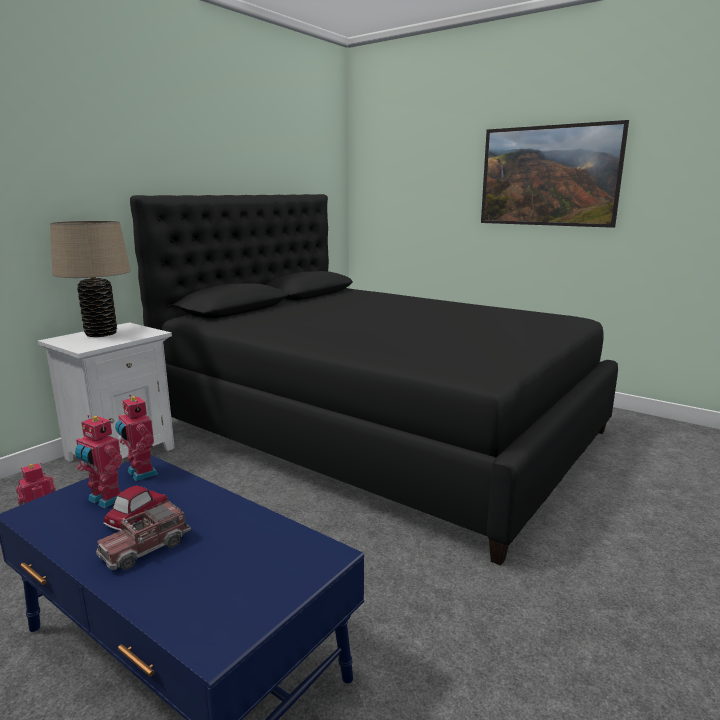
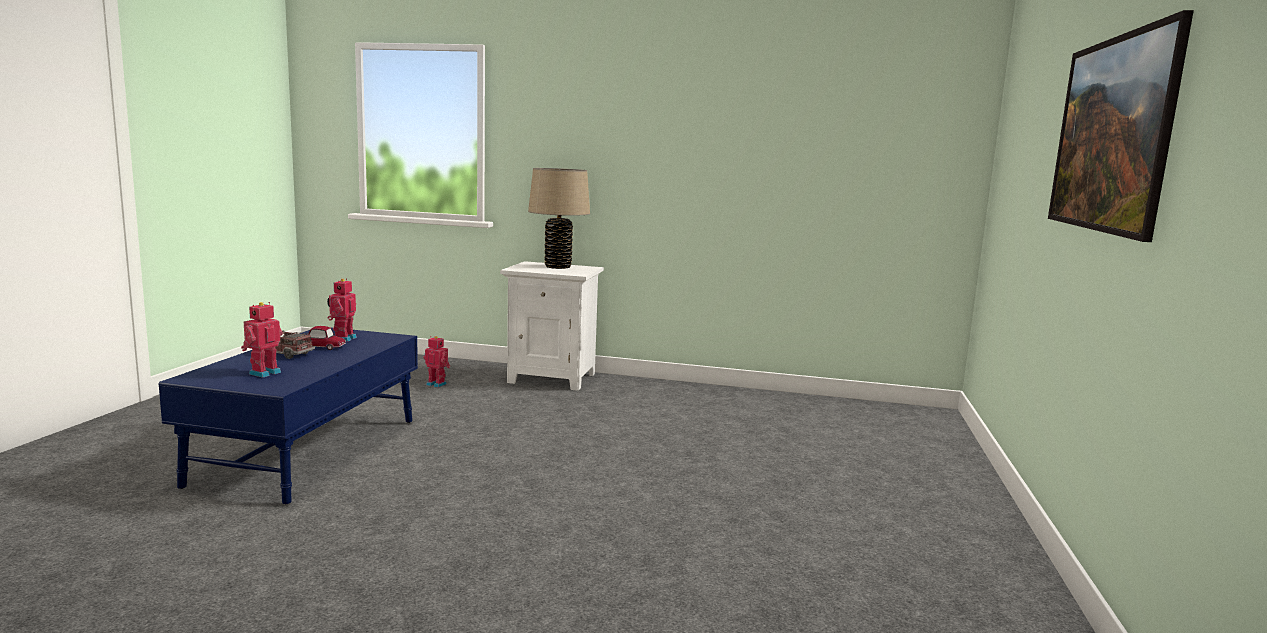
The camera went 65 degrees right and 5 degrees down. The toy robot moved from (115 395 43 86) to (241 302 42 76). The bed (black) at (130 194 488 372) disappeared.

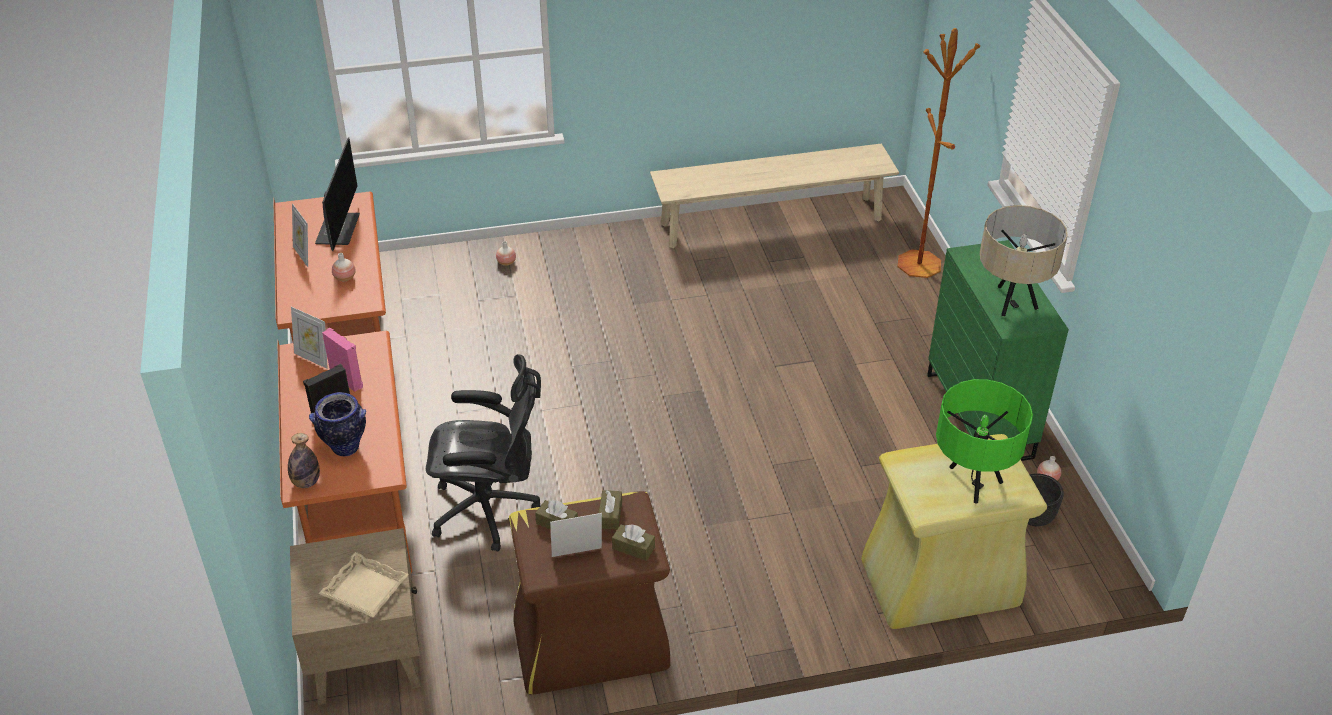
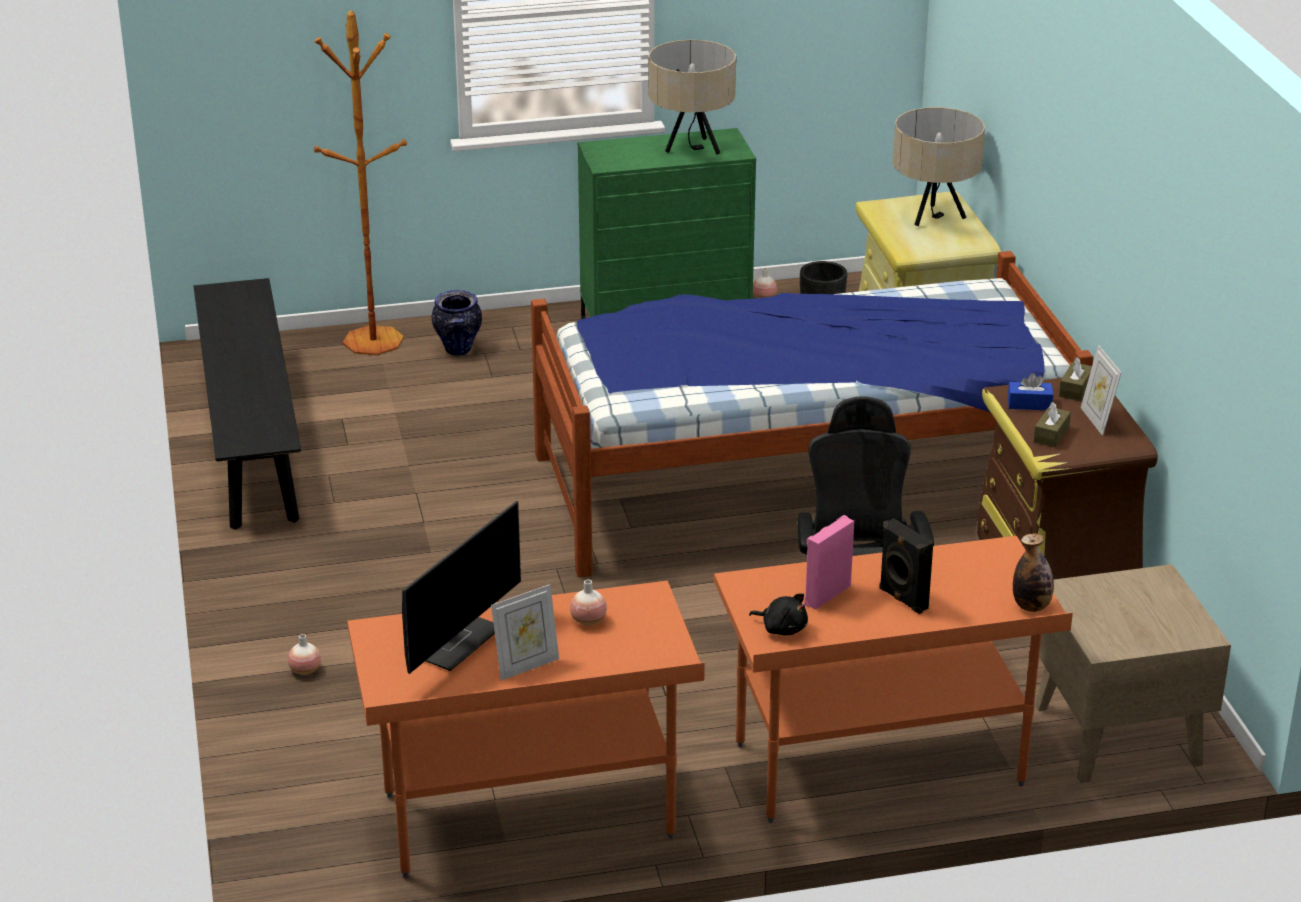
The camera went 90 degrees left and 10 degrees down. The bench (beige) at (650 144 249 104) became the bench (black) at (194 278 107 252). The monitor at (315 137 45 114) turned 120 degrees clockwise. The vase moved from (309 392 57 64) to (432 290 50 66). The bed at (531 251 562 327) appeared. The picture frame at (291 307 37 62) was replaced by the plush toy (black) at (749 593 59 42). The table lamp (green) at (936 379 97 124) became the table lamp (beige) at (893 107 92 119). The tissue box (brown) at (599 490 23 39) became the tissue box (blue) at (1008 373 45 37). The tray (beige) at (319 552 90 65) disappeared.

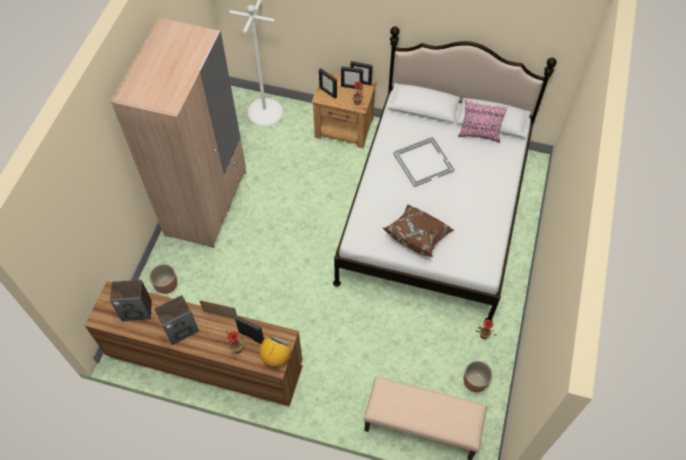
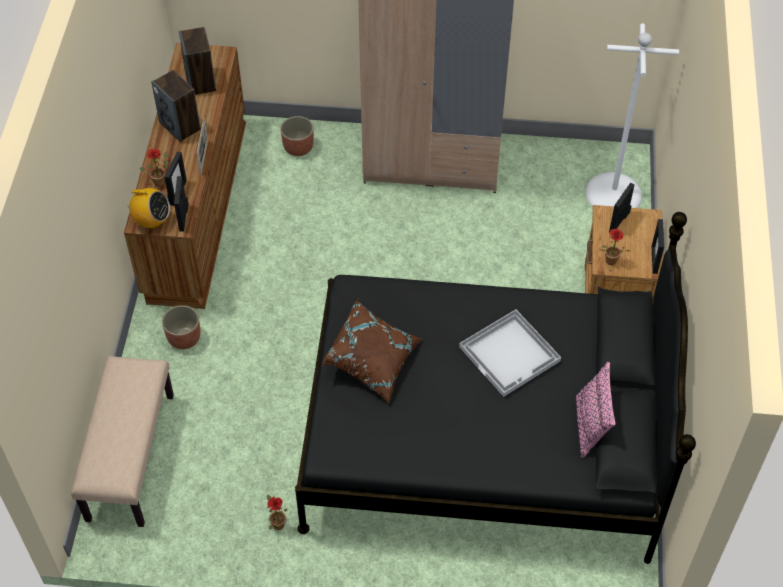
The camera went 80 degrees right and 5 degrees down. The planter moved from (464 361 28 31) to (162 305 38 44). The picture frame moved from (341 66 22 23) to (174 176 15 56). The bed (white) at (333 27 224 295) became the bed (black) at (295 212 401 352).

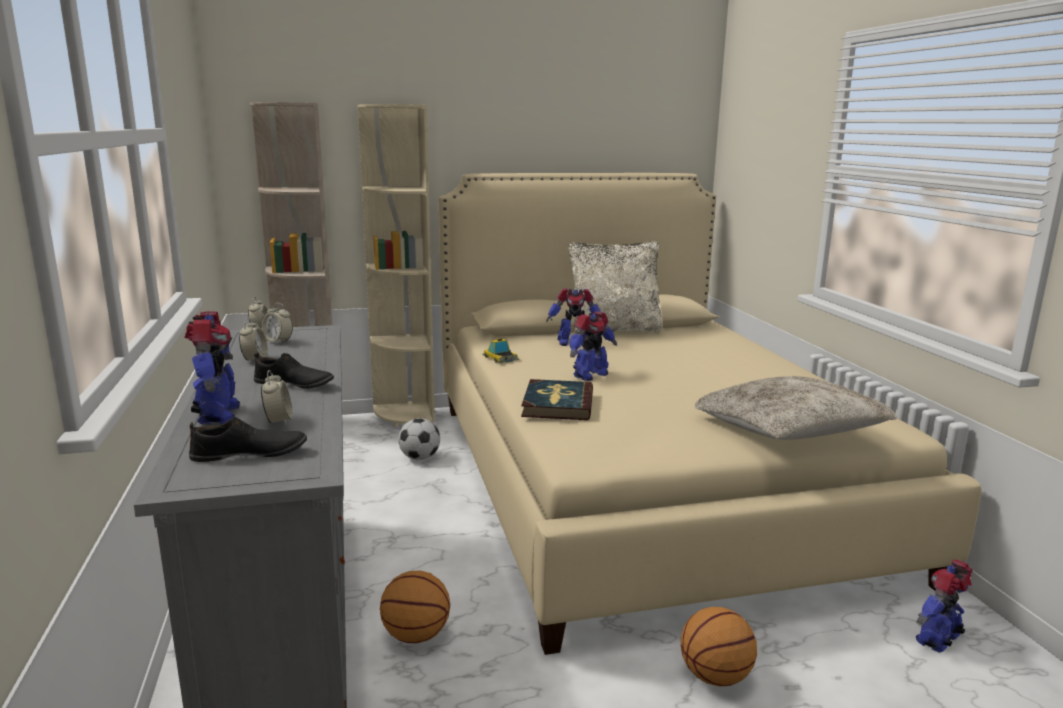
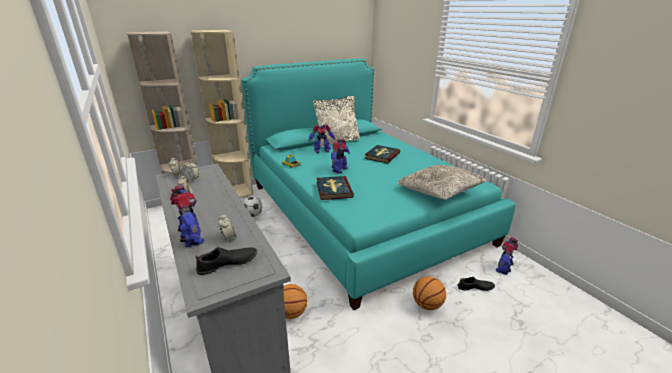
The camera went 15 degrees left and 10 degrees up. The bed (beige) at (439 173 543 482) became the bed (turquoise) at (241 58 275 252). The book at (364 145 36 19) appeared. The shoe (black) moved from (254 353 80 36) to (457 277 38 14).

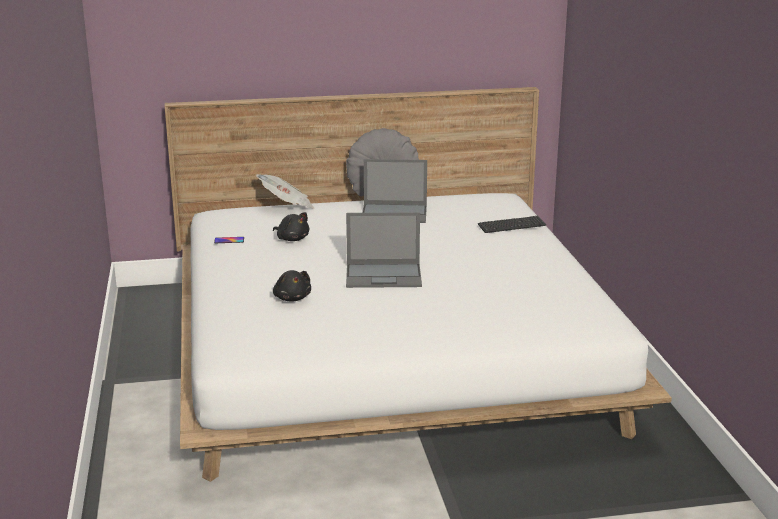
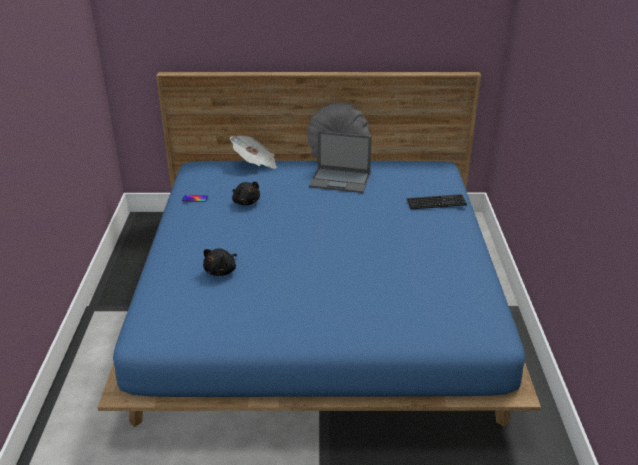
The camera went 10 degrees right and 10 degrees up. The bed (white) at (165 87 507 395) became the bed (blue) at (97 72 444 355). The plush toy (black) at (273 270 38 32) turned 45 degrees clockwise. The laptop at (346 212 76 76) disappeared.

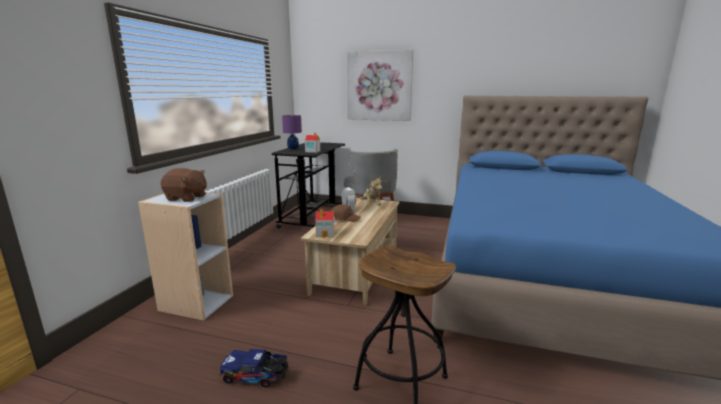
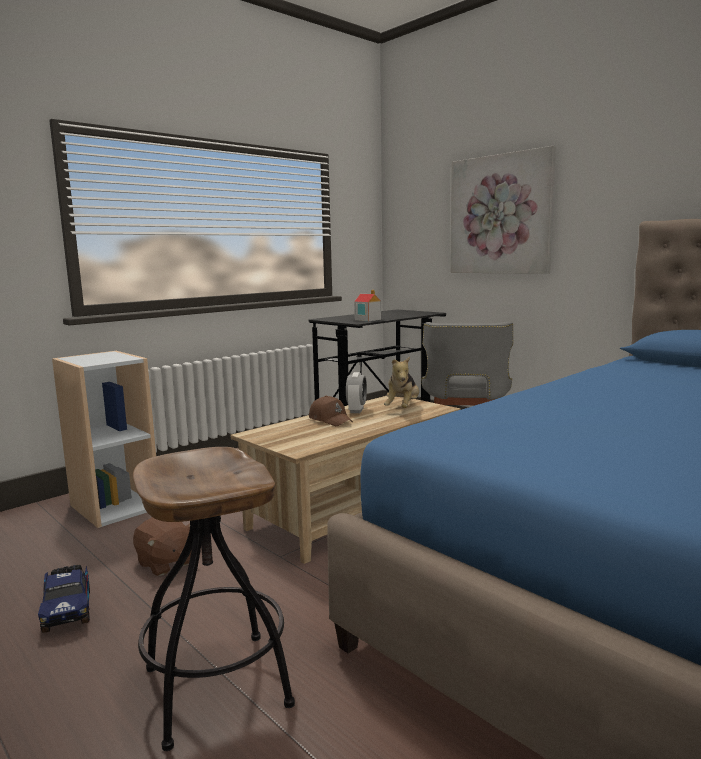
The camera went 30 degrees right and 5 degrees down. The toy truck at (220 349 68 39) turned 150 degrees counterclockwise. The plush toy (brown) moved from (161 168 46 34) to (133 517 58 59). The table lamp (purple) at (282 115 20 34) disappeared. The toy house at (315 209 20 29) disappeared.

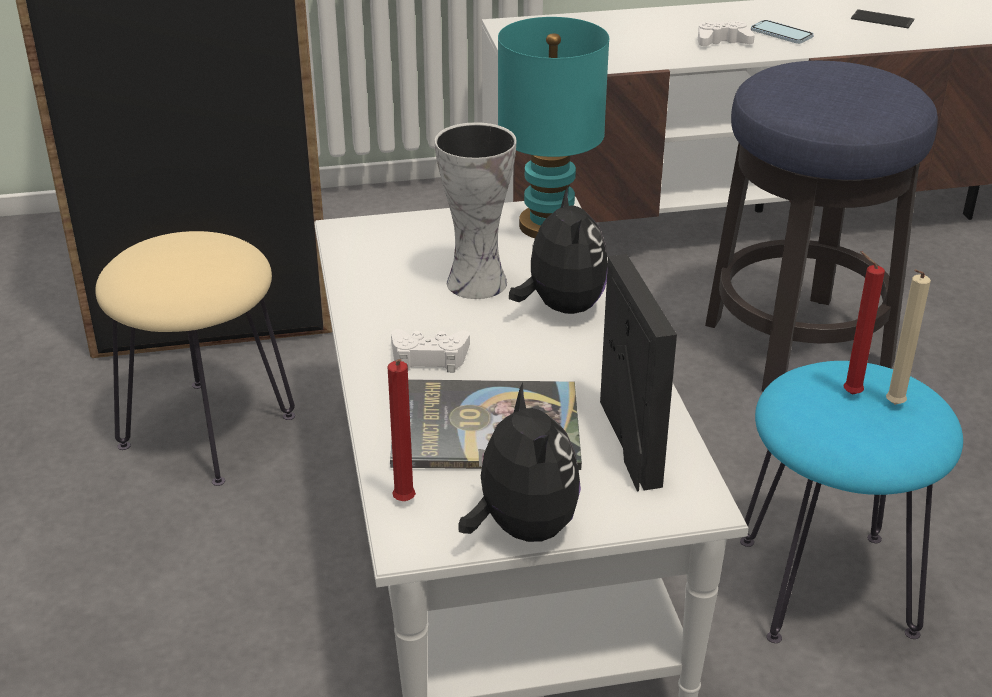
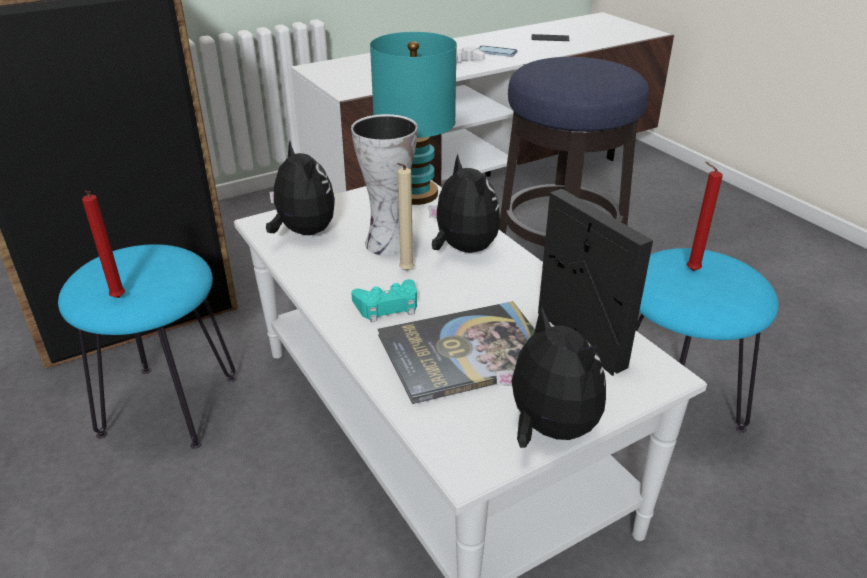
The camera went 20 degrees left and 0 degrees up. The stool (beige) at (95 231 200 255) became the stool (turquoise) at (58 244 179 205). The candle (red) moved from (387 359 29 142) to (82 191 43 107). The plush toy at (266 141 69 94) appeared. The game controller (white) at (391 329 79 43) became the game controller (turquoise) at (351 279 66 43). The candle (beige) moved from (886 269 45 136) to (397 163 17 108).

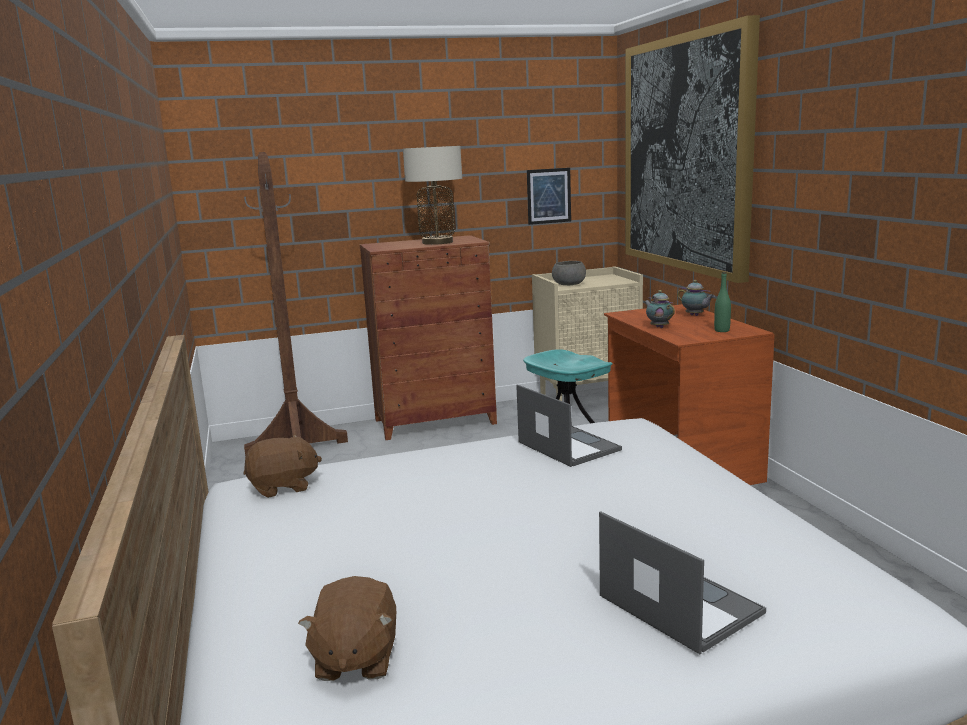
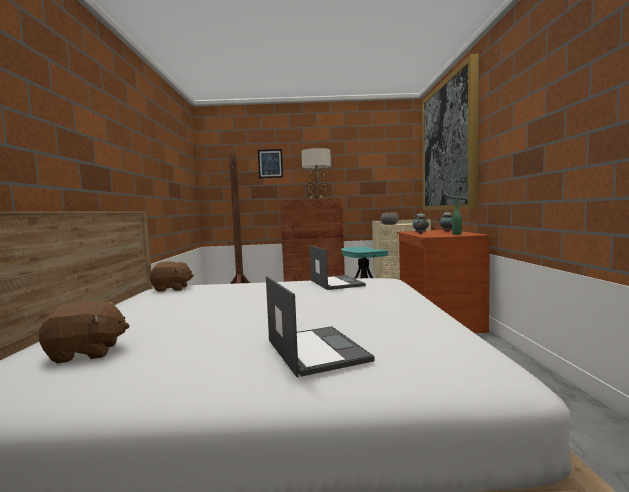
The camera went 15 degrees right and 10 degrees down. The plush toy (brown) at (298 576 98 105) turned 120 degrees counterclockwise. The picture moved from (527 168 44 57) to (258 149 25 29).

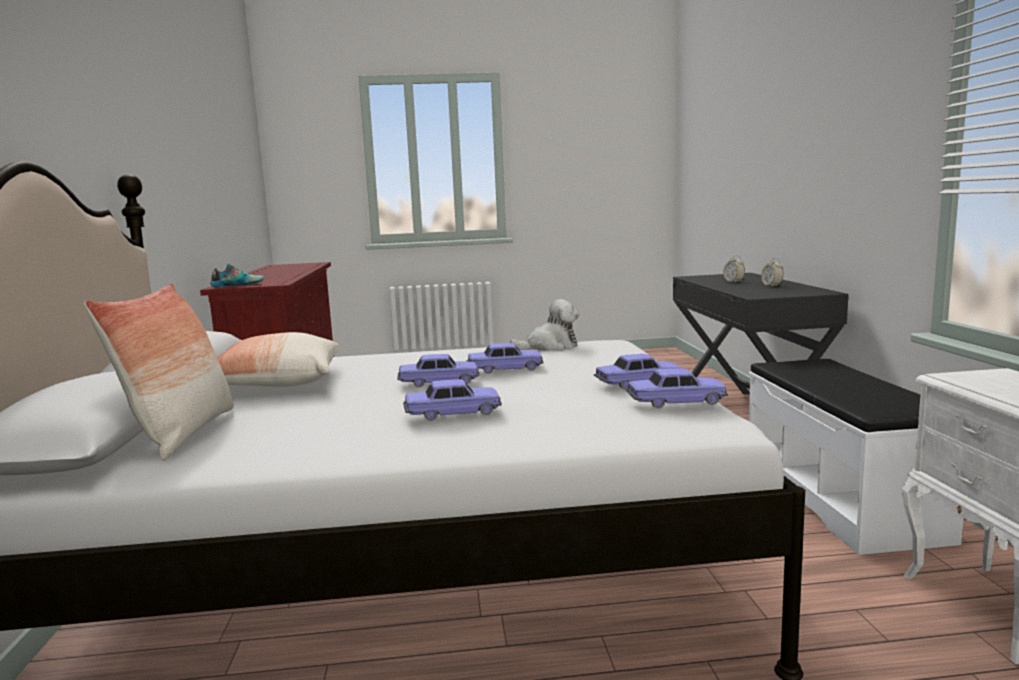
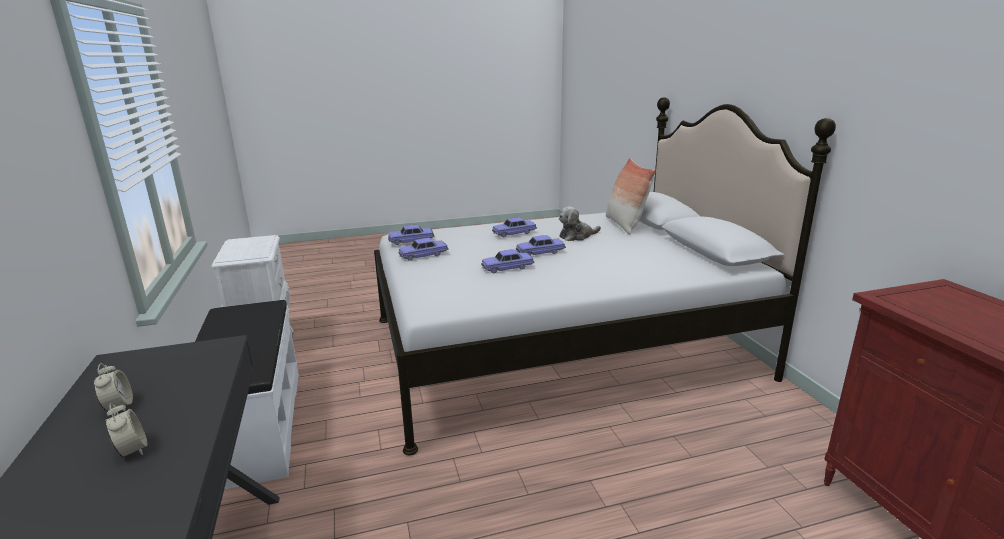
The camera went 170 degrees right and 10 degrees up. The plush toy moved from (510 299 70 52) to (559 206 42 35). The shoe at (210 263 54 24) disappeared. The pillow at (217 332 123 55) disappeared.

